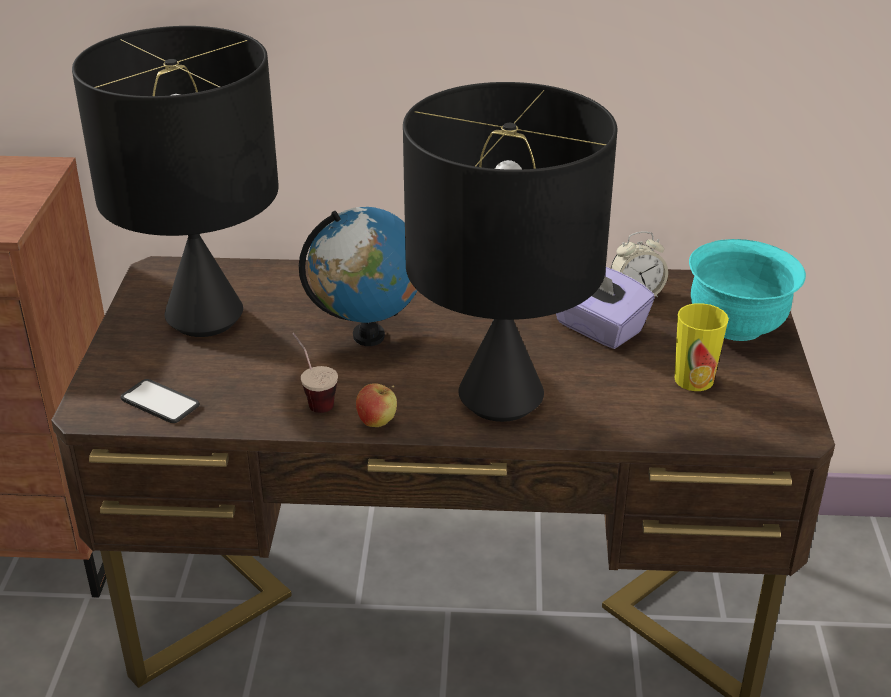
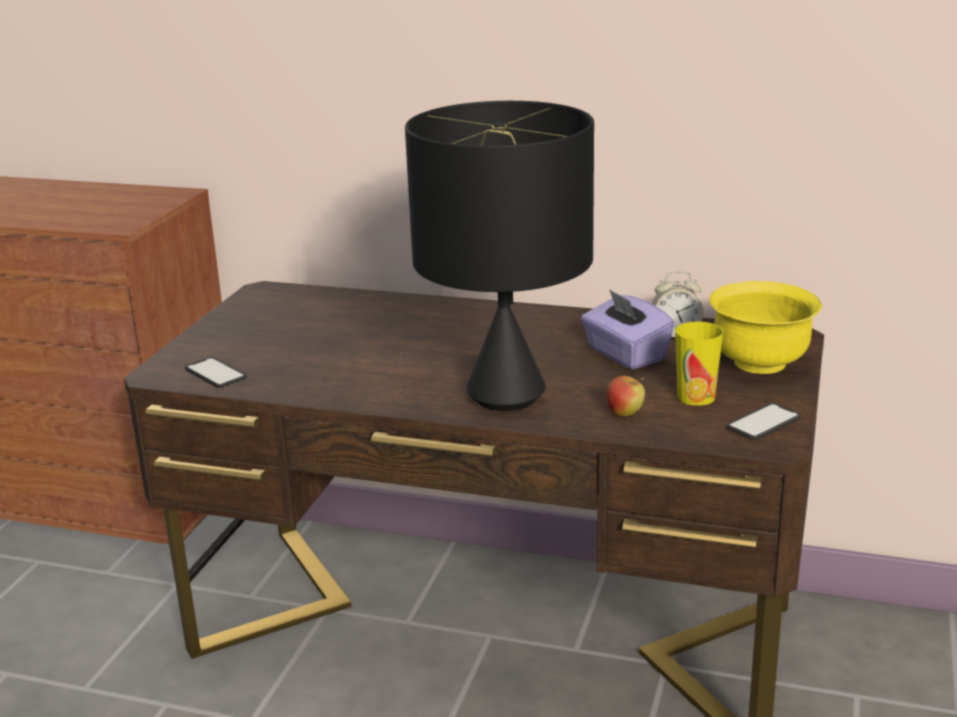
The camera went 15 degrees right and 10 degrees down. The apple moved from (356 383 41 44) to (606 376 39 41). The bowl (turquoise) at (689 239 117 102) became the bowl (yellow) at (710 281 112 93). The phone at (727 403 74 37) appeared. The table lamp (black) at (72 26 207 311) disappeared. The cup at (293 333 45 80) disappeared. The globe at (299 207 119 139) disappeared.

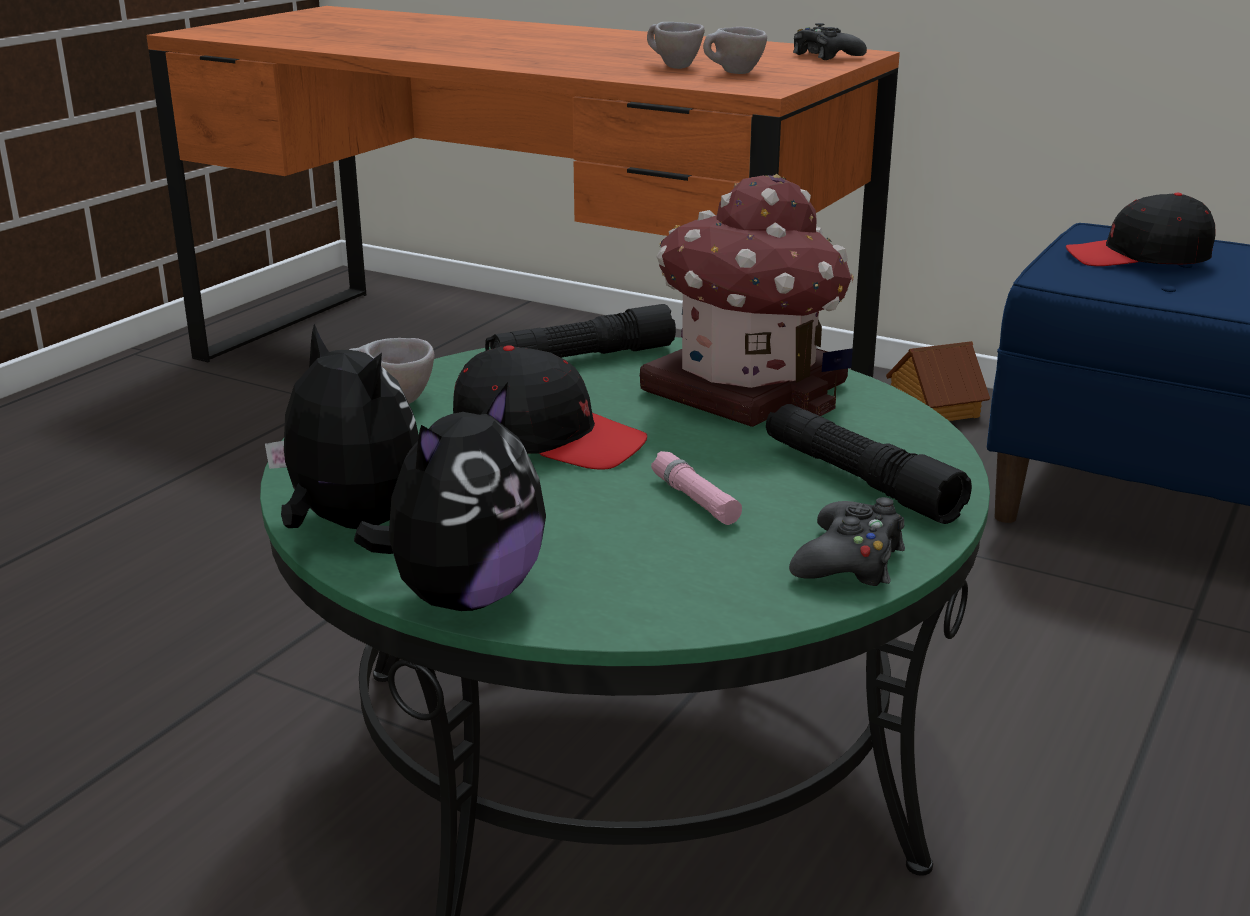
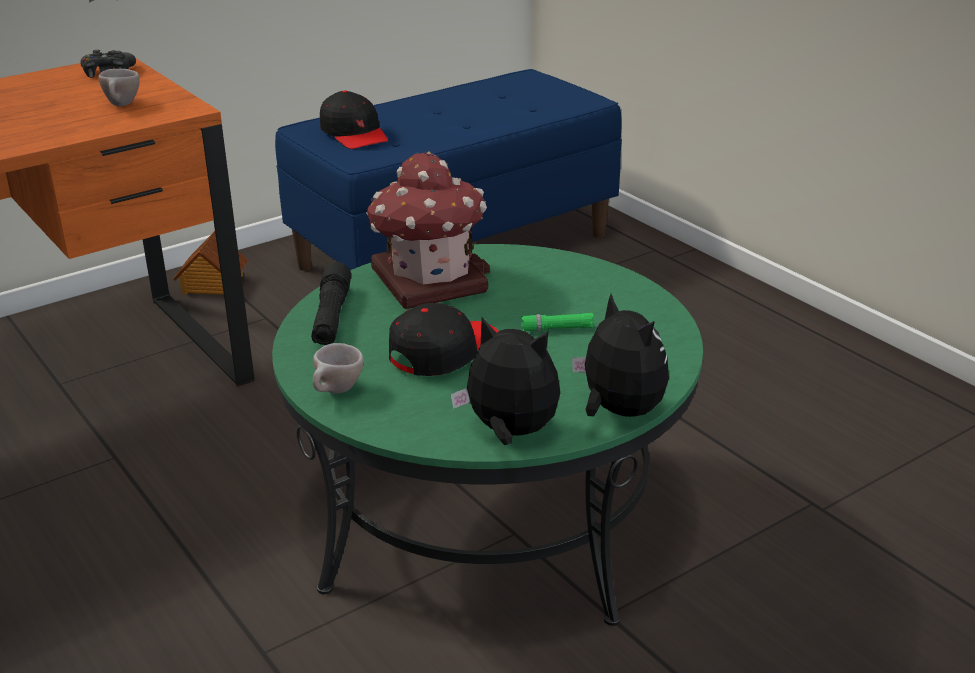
The camera went 65 degrees left and 5 degrees up. The cap (black) at (1066 193 150 73) turned 60 degrees counterclockwise. The plush toy at (265 324 154 205) turned 45 degrees clockwise. The flashlight (pink) at (651 451 91 74) became the flashlight (green) at (521 313 73 18). The cup (beige) at (647 22 58 47) disappeared. The flashlight (black) at (766 404 206 120) disappeared. The game controller (black) at (789 497 116 89) disappeared.

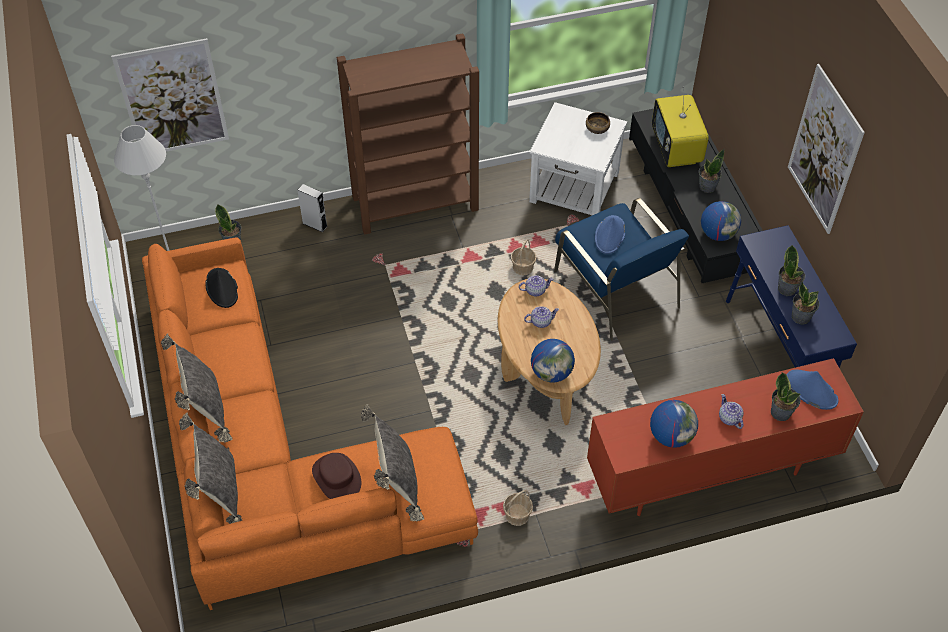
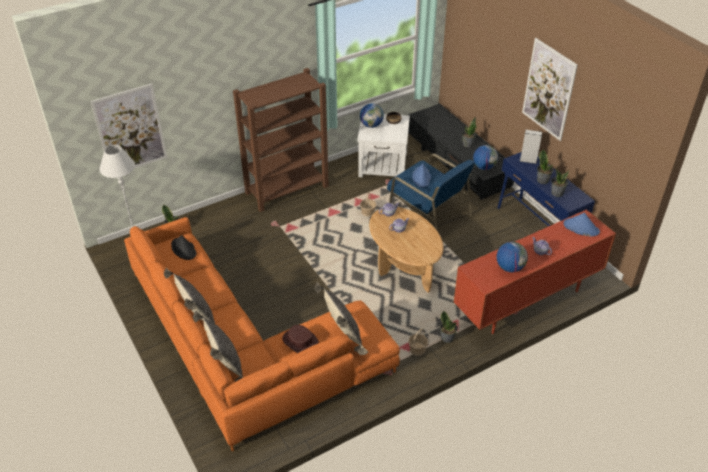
The camera went 15 degrees left and 10 degrees down. The globe moved from (531 339 44 44) to (360 104 24 24). The potted plant moved from (771 372 30 49) to (440 311 18 32). The speaker (grey) moved from (297 184 30 48) to (520 130 22 34). The television at (652 87 57 80) disappeared.

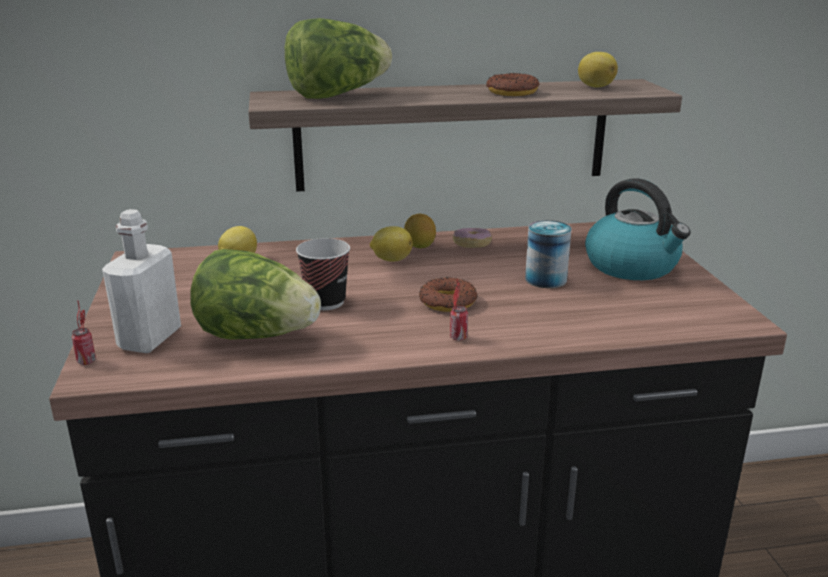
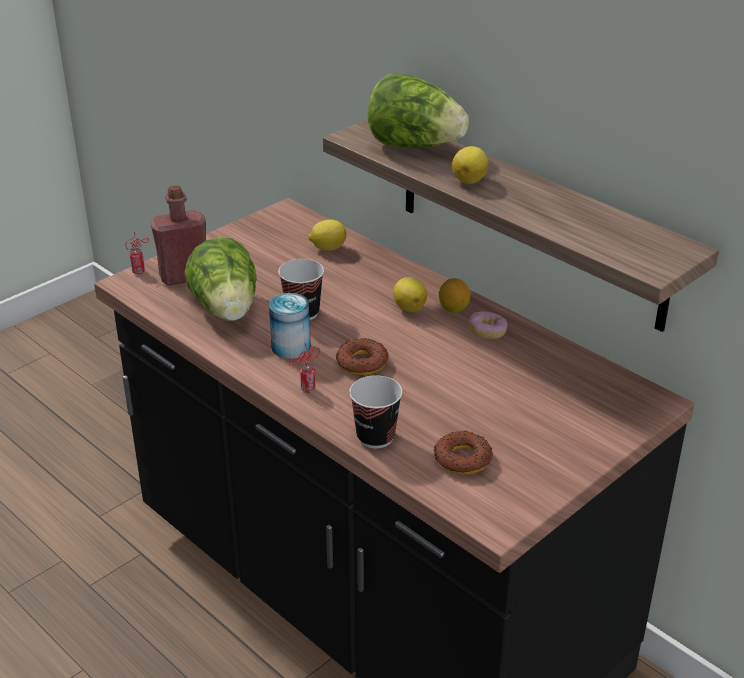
The camera went 55 degrees right and 10 degrees up. The bottle (white) at (102 209 79 144) became the bottle (red) at (150 185 56 100). The can moved from (525 220 46 68) to (269 293 42 66). The cup at (349 376 54 72) appeared. The donut moved from (486 73 53 23) to (434 431 59 44). The lemon moved from (578 52 40 36) to (452 146 36 38). The kettle at (585 178 106 102) disappeared.

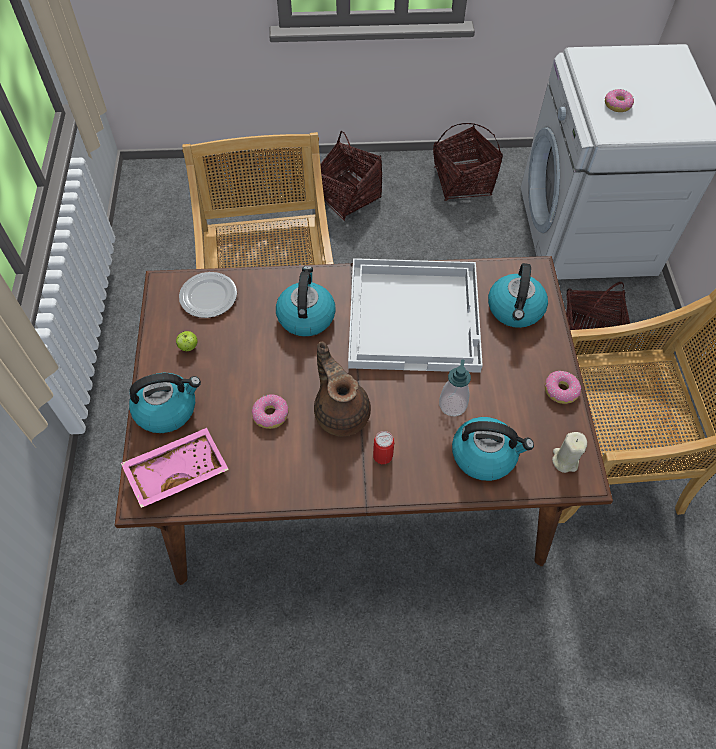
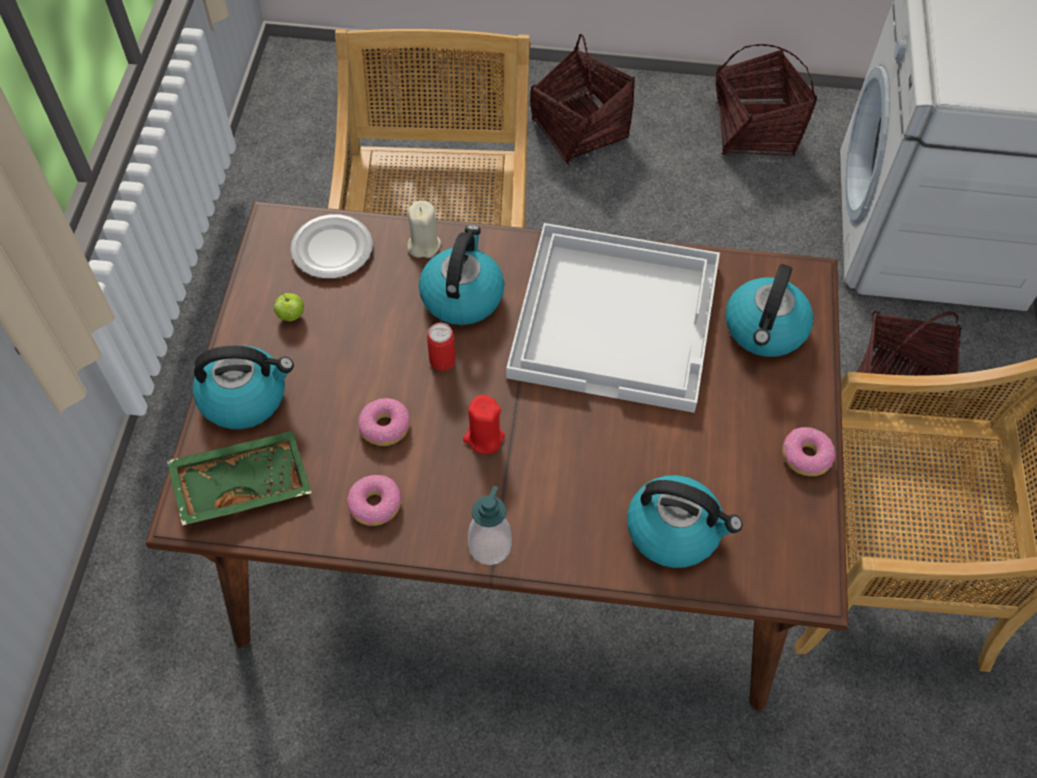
The camera went 10 degrees right and 0 degrees up. The tray (pink) at (121 428 108 80) became the tray (green) at (167 431 145 95). The donut moved from (605 89 29 23) to (347 475 54 51). The candle (beige) moved from (552 432 35 41) to (407 201 34 57). The can moved from (373 431 21 33) to (427 323 29 48). The teapot (brown) at (314 341 57 95) was replaced by the candle (red) at (463 395 42 59). The soap dispenser moved from (439 359 32 57) to (468 486 44 79).

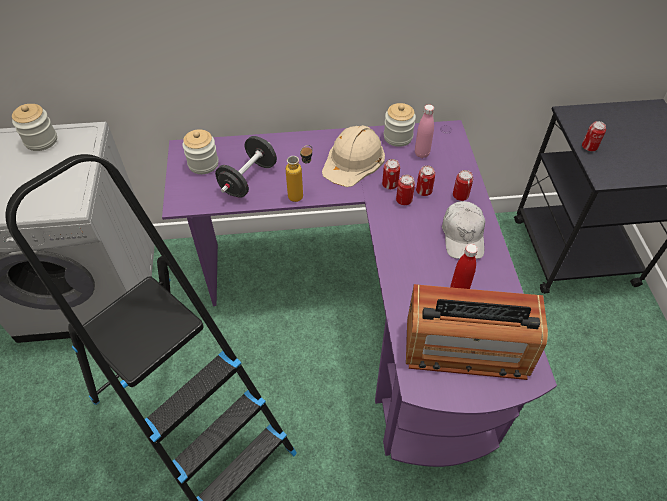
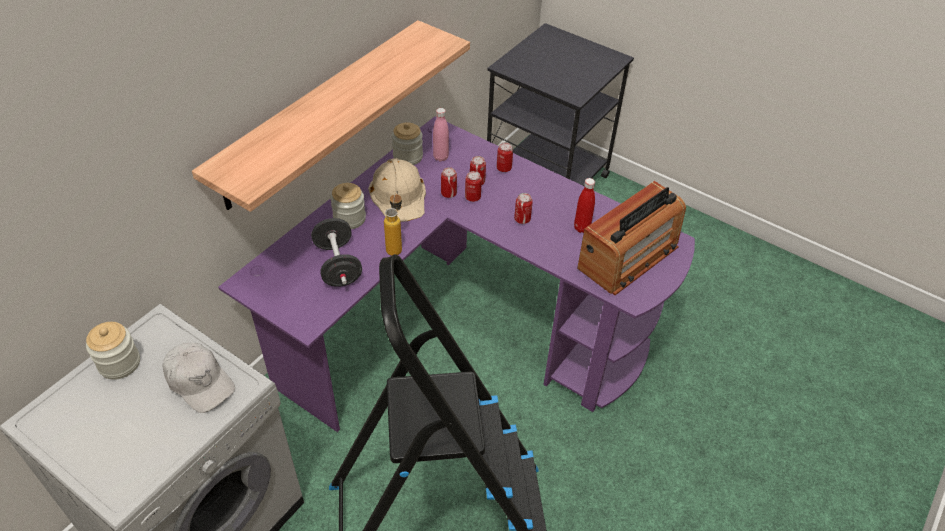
The camera went 50 degrees left and 5 degrees down. The cap (white) moved from (442 201 43 58) to (162 343 73 70). The shelf at (192 20 278 192) appeared. The jar moved from (183 129 36 45) to (330 183 36 46). The can moved from (582 121 24 30) to (514 193 18 31).

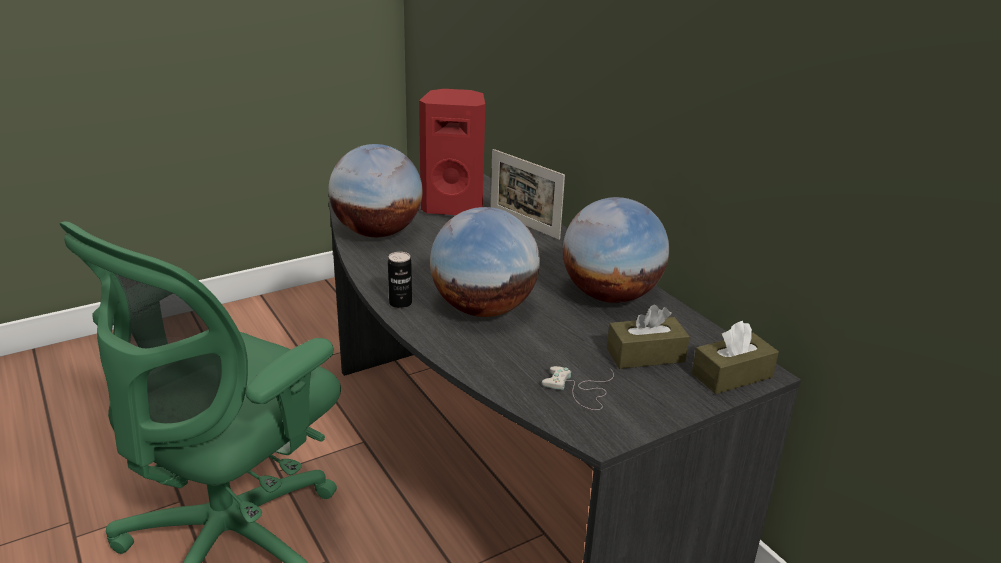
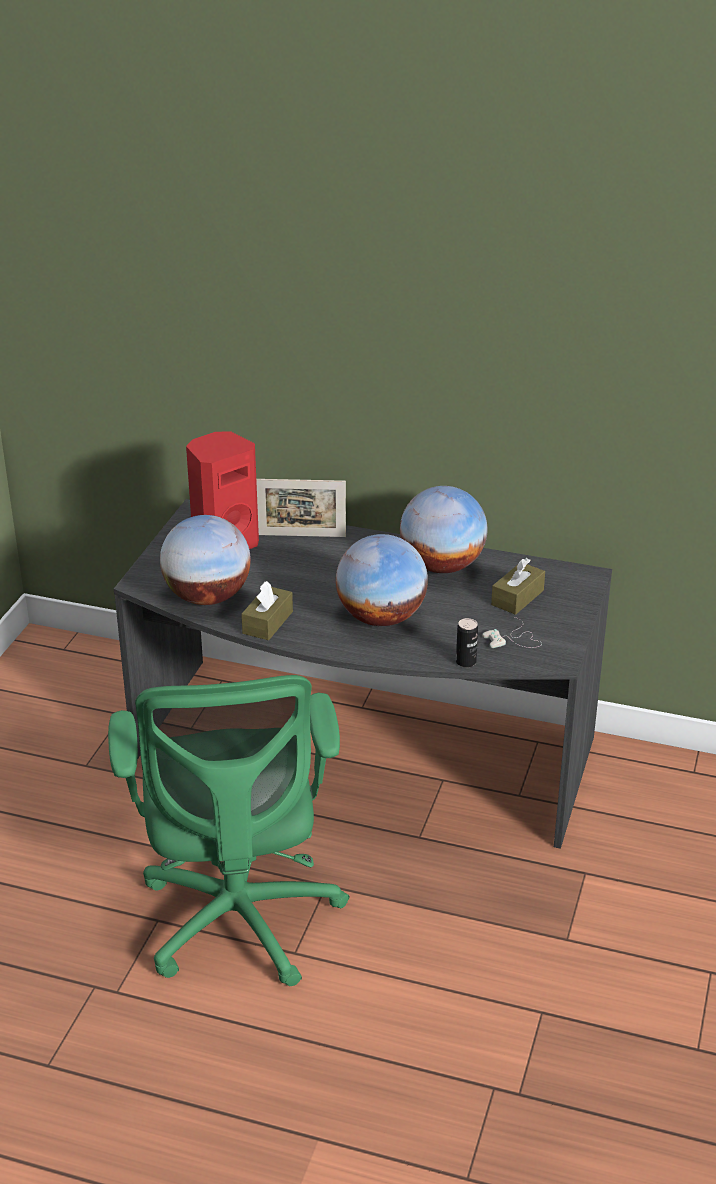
The camera went 40 degrees left and 5 degrees up. The tissue box (brown) moved from (692 321 87 73) to (241 581 52 59). The can moved from (388 252 24 57) to (456 618 22 50).

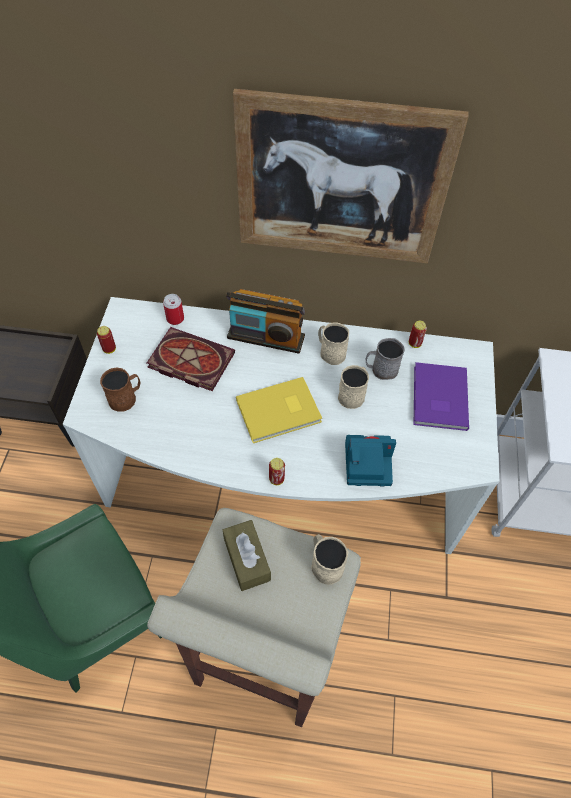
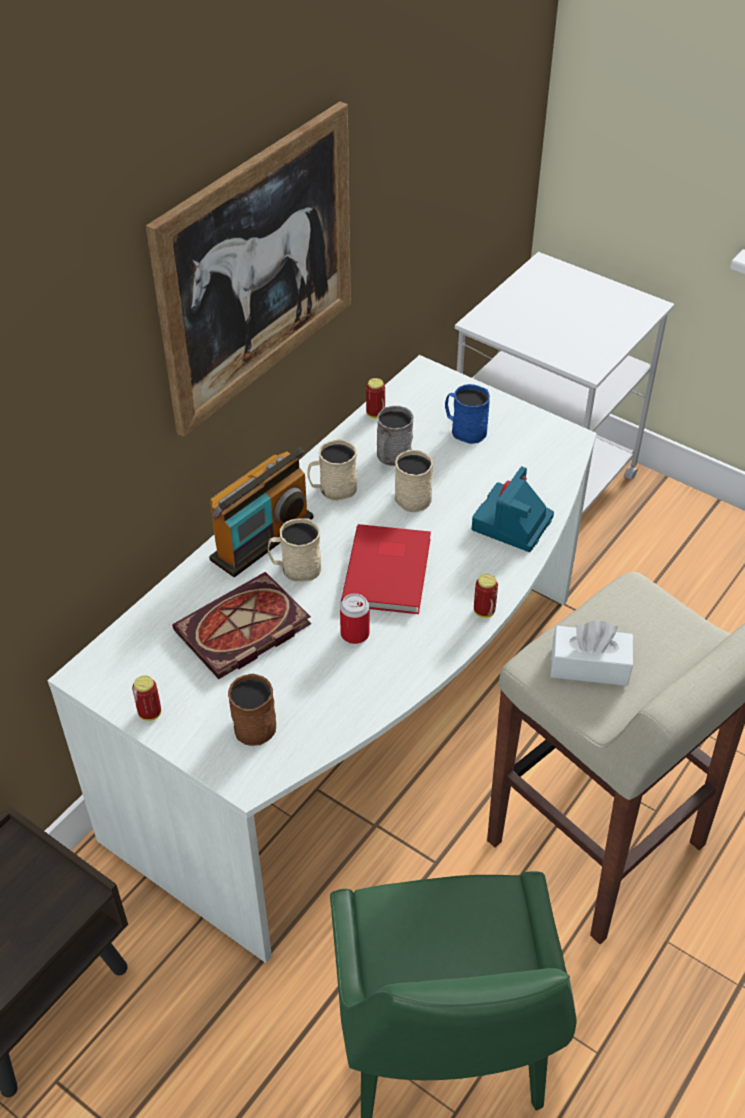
The camera went 60 degrees left and 10 degrees down. The mug (beige) moved from (311 534 37 51) to (268 518 53 64). The can moved from (163 294 21 31) to (340 594 29 50). The book (yellow) at (236 377 86 66) became the book (red) at (341 524 90 90). The book (purple) at (414 362 55 69) was replaced by the mug (blue) at (445 384 45 60). The tissue box (brown) at (223 520 48 71) became the tissue box (white) at (551 621 82 65).

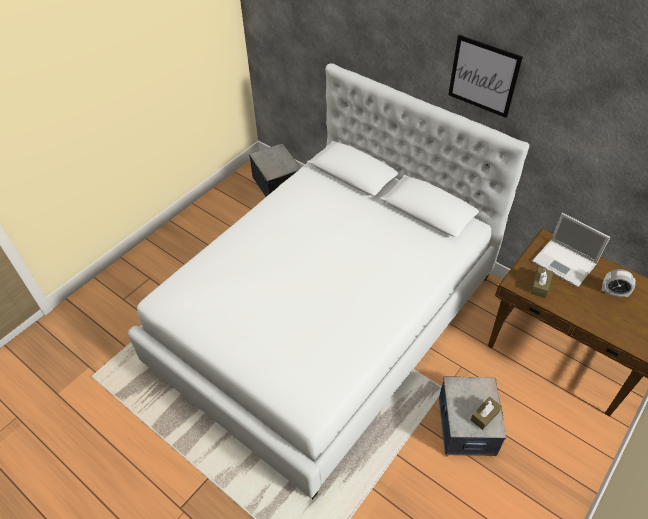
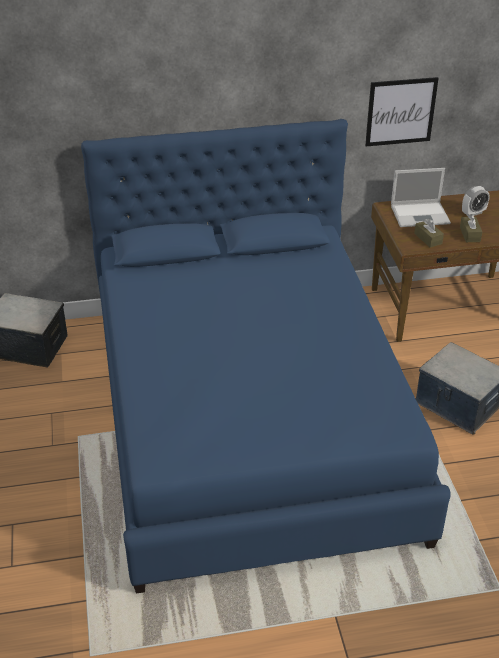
The camera went 50 degrees left and 10 degrees down. The bed (white) at (128 63 401 436) became the bed (blue) at (81 119 370 475). The picture moved from (448 35 75 83) to (365 77 74 69). The tissue box (brown) moved from (471 397 31 33) to (460 214 22 28).

